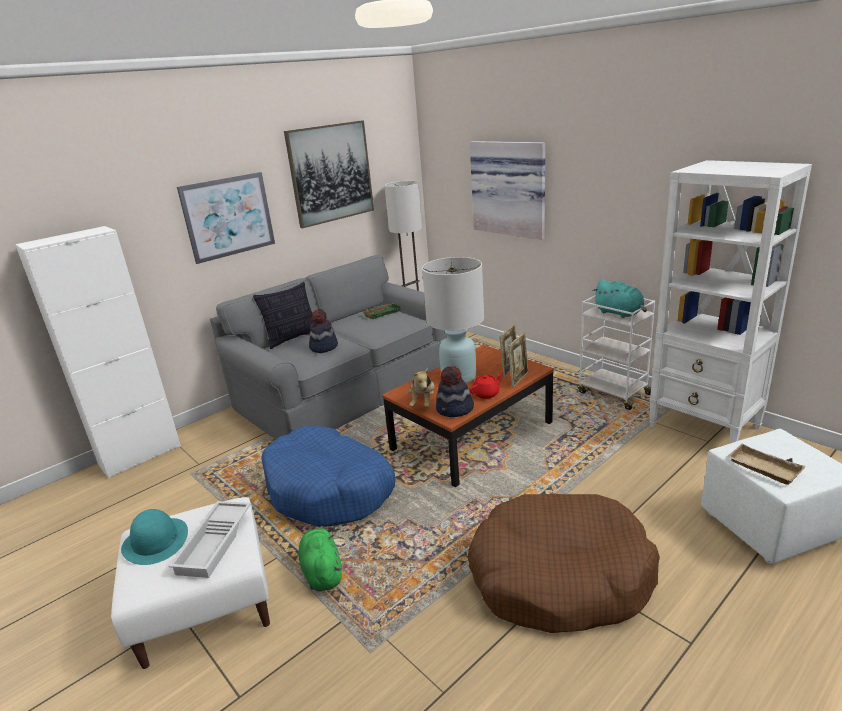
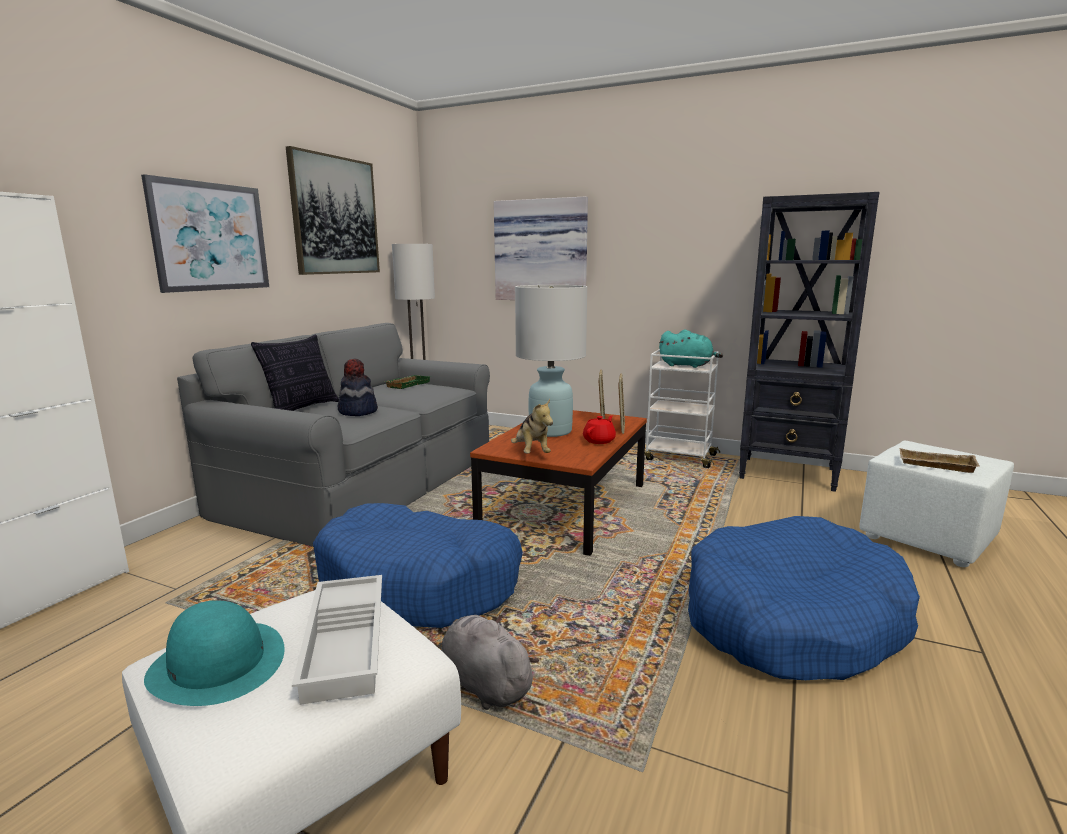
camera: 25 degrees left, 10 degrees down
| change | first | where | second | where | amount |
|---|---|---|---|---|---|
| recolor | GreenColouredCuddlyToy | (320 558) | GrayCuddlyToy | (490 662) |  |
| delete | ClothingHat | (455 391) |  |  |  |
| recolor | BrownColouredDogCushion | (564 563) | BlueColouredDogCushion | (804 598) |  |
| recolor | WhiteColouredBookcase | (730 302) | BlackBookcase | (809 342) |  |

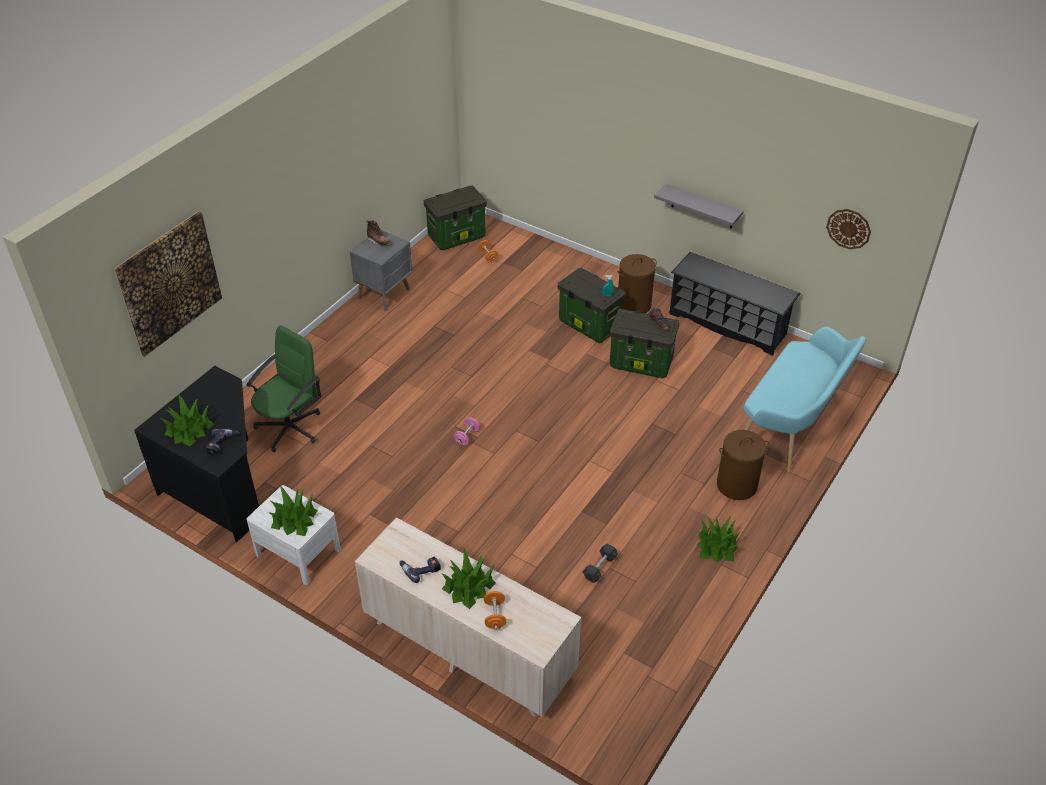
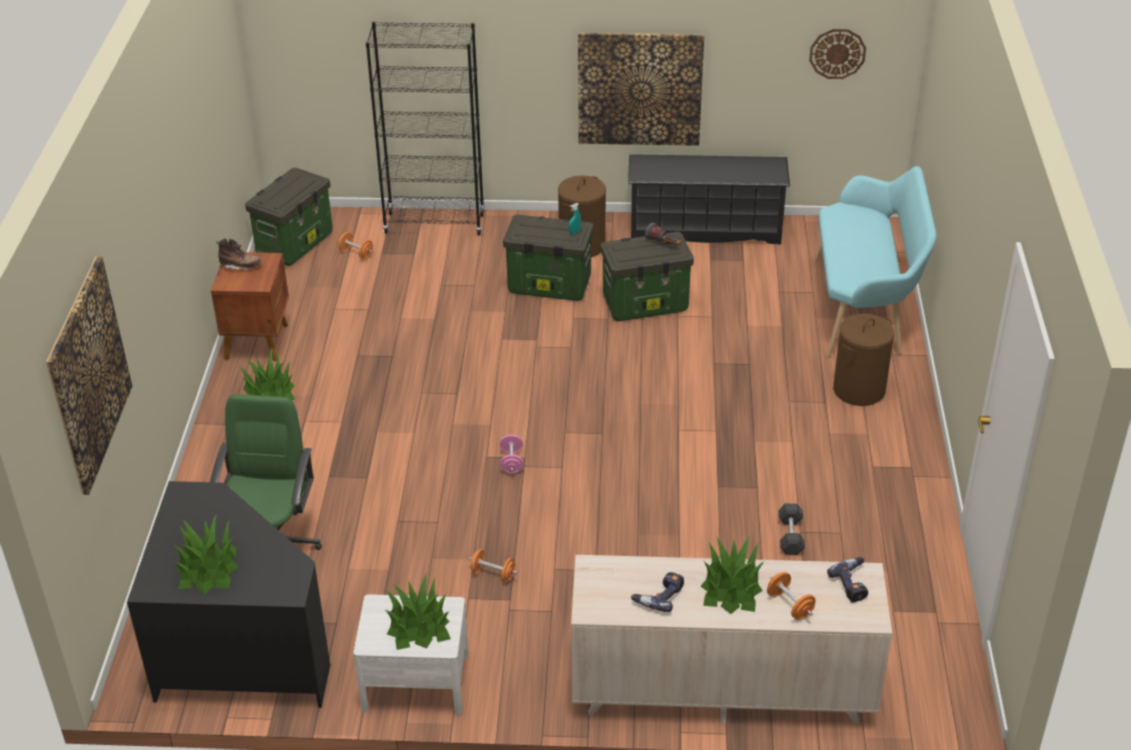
camera: 30 degrees left, 5 degrees down
| change | first | where | second | where | amount |
|---|---|---|---|---|---|
| move | PowerDrill | (223 442) |  | (847 580) |  |
| recolor | GrayBedsideTable | (381 270) | BrownColouredBedsideTable | (250 306) |  |
| replace | GrayBracketShelf | (699 206) | WallArt | (641 89) |  |
| move | Houseplant | (719 539) |  | (266 373) |  |
| insert |  |  | BlackBookcase | (425 128) |  |
| insert |  |  | OrangeyDumbbell | (493 566) |  |

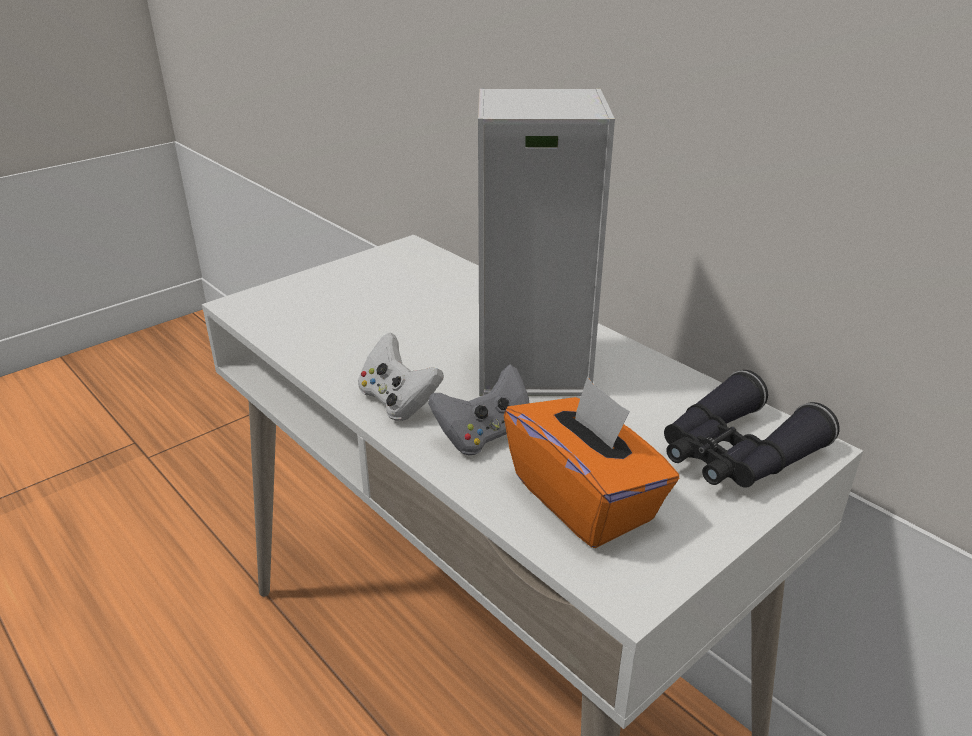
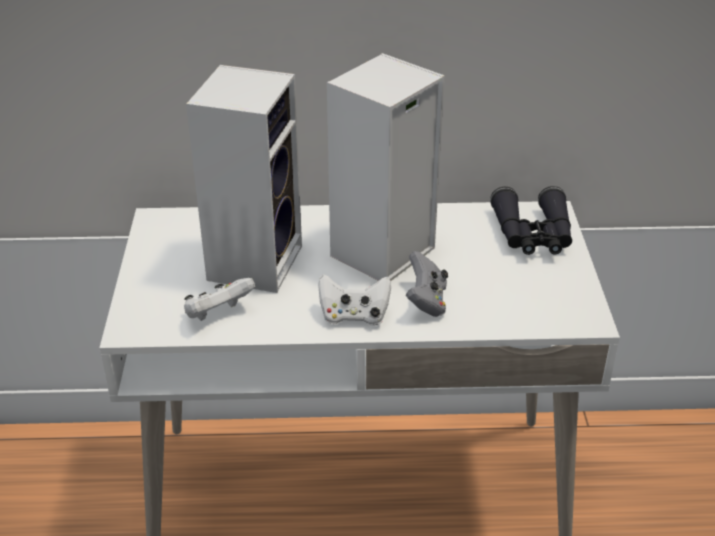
camera: 50 degrees left, 5 degrees up
| change | first | where | second | where | amount |
|---|---|---|---|---|---|
| delete | OrangeyTissueBox | (591 462) |  |  |  |
| insert |  |  | WhiteColouredGameController | (219 299) |  |
| insert |  |  | Speaker | (244 179) |  |

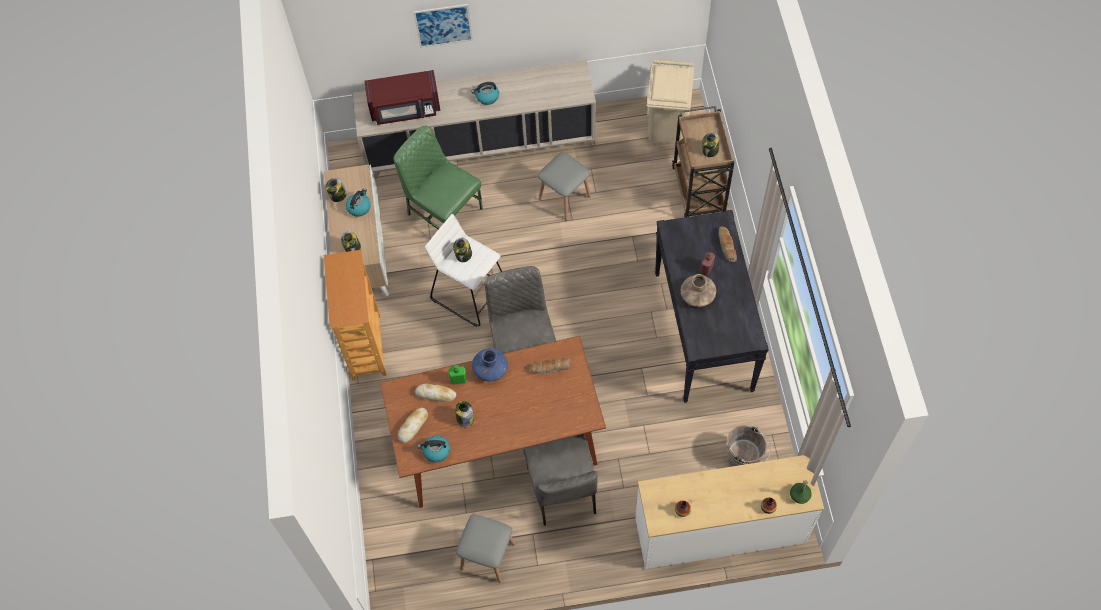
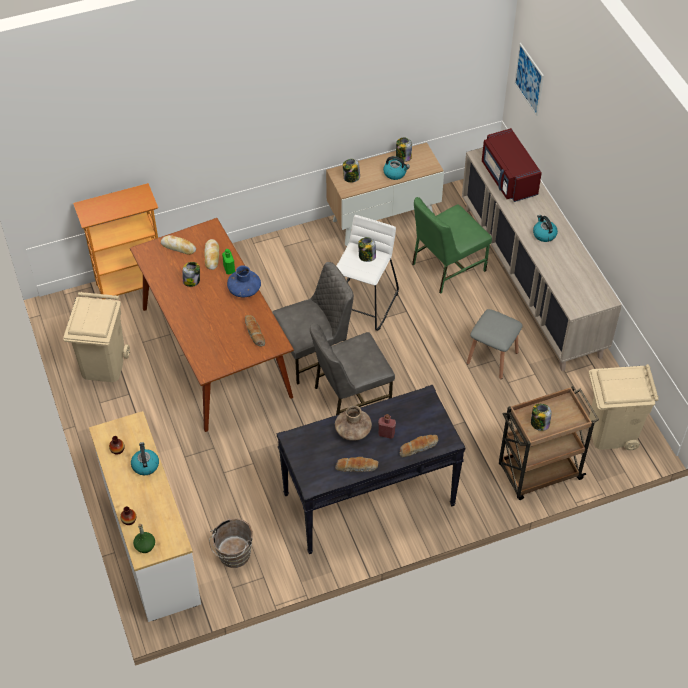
camera: 75 degrees right, 10 degrees down
| change | first | where | second | where | amount |
|---|---|---|---|---|---|
| move | Bookcase | (354 315) |  | (115 241) |  |
| rotate | GreenColouredChair | (438 177) |  | (452 245) | 150 degrees counterclockwise |
| move | WallArt | (443 26) |  | (529 79) |  |
| move | WaterKettle | (433 449) |  | (145 458) |  |
| replace | GrayStoolSeat | (485 549) | BeigeTrashCan | (96 337) |  |
| move | GrayChair | (560 480) |  | (352 369) |  |
| insert |  |  | BakedBread | (356 464) |  |

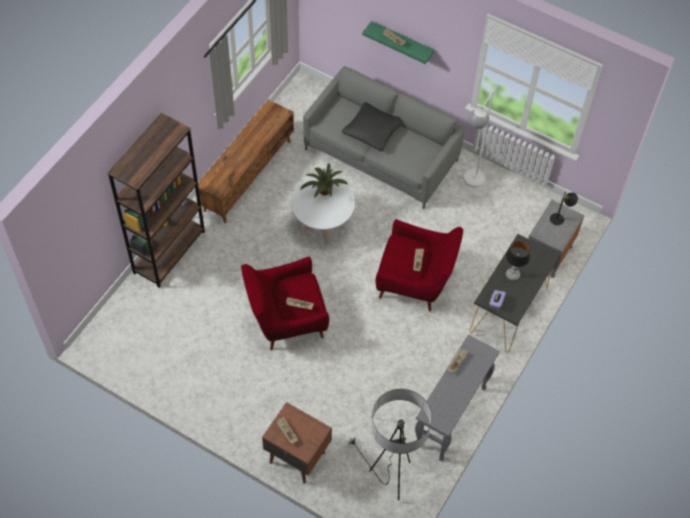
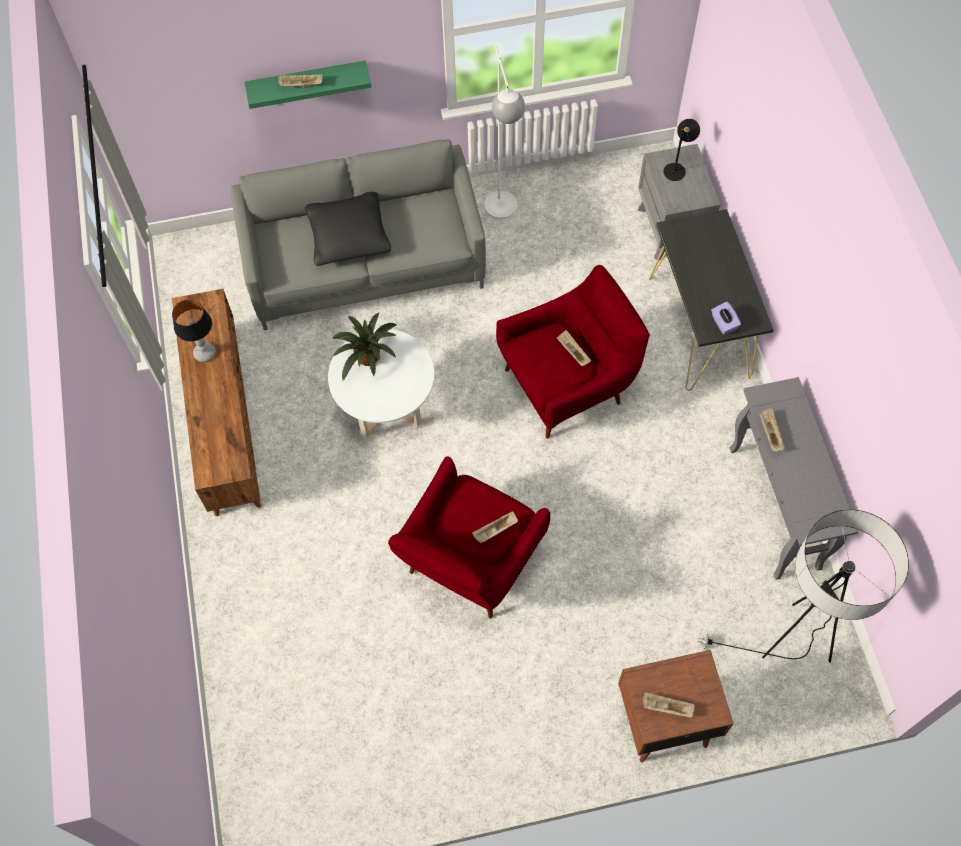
camera: 40 degrees left, 5 degrees up
| change | first | where | second | where | amount |
|---|---|---|---|---|---|
| delete | BrownColouredBookcase | (156 200) |  |  |  |
| move | TabletopLamp | (518 261) |  | (194 331) |  |

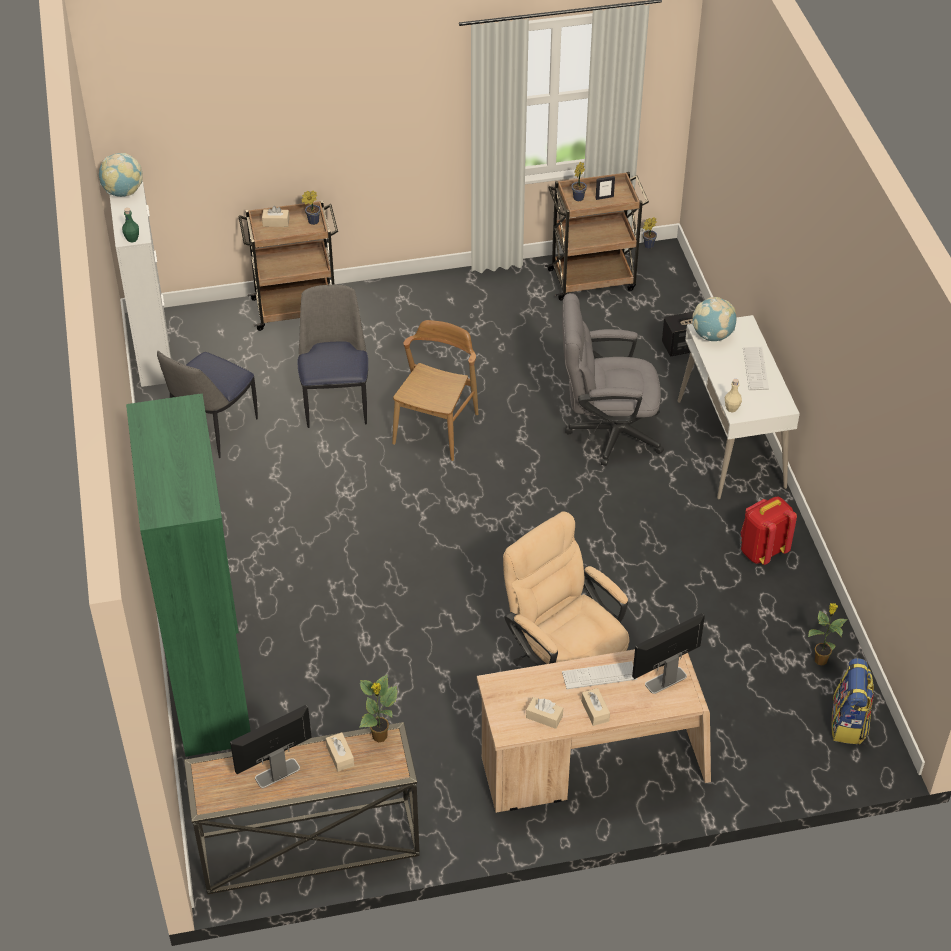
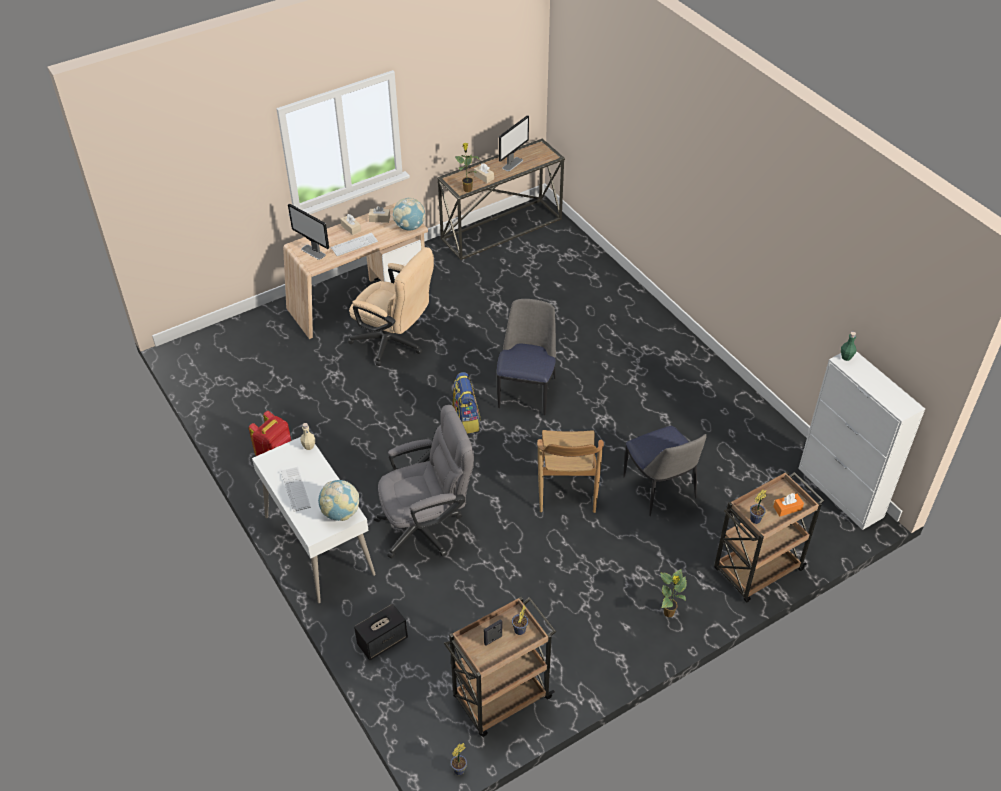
camera: 160 degrees right, 0 degrees up
| change | first | where | second | where | amount |
|---|---|---|---|---|---|
| move | WorldGlobe | (121 175) |  | (409 214) |  |
| delete | GreenColouredBookcase | (188 575) |  |  |  |
| move | Chair | (207 404) |  | (526 357) |  |
| recolor | BeigeTissueBox | (276 216) | OrangeyTissueBox | (788 504) |  |
| rotate | Monitor | (668 653) |  | (308 231) | 90 degrees clockwise |
| move | Houseplant | (828 634) |  | (673 593) |  |
| move | Rucksack | (852 701) |  | (466 402) |  |

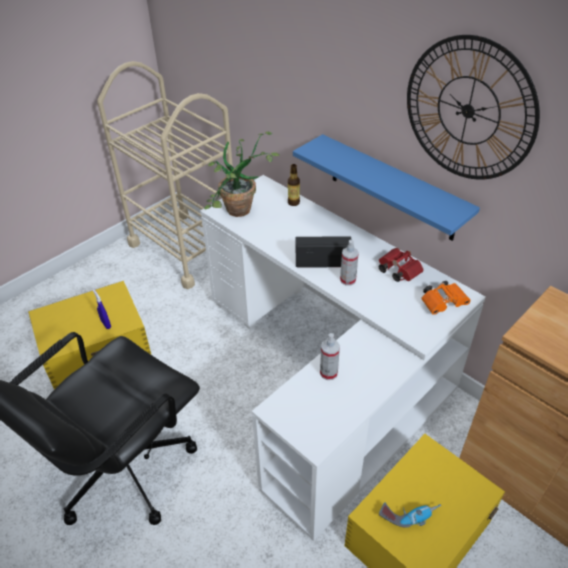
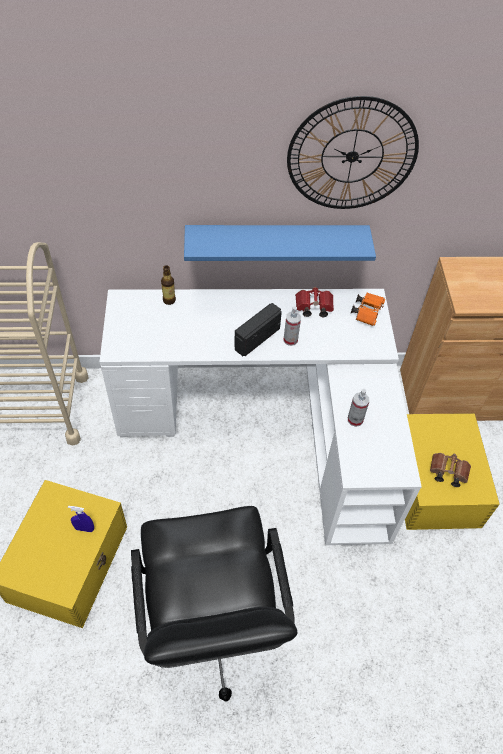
camera: 50 degrees left, 10 degrees up
| change | first | where | second | where | amount |
|---|---|---|---|---|---|
| delete | Houseplant | (241 174) |  |  |  |
| replace | PowerDrill | (410 515) | BrownColouredPairOfBinoculars | (450 470) |  |

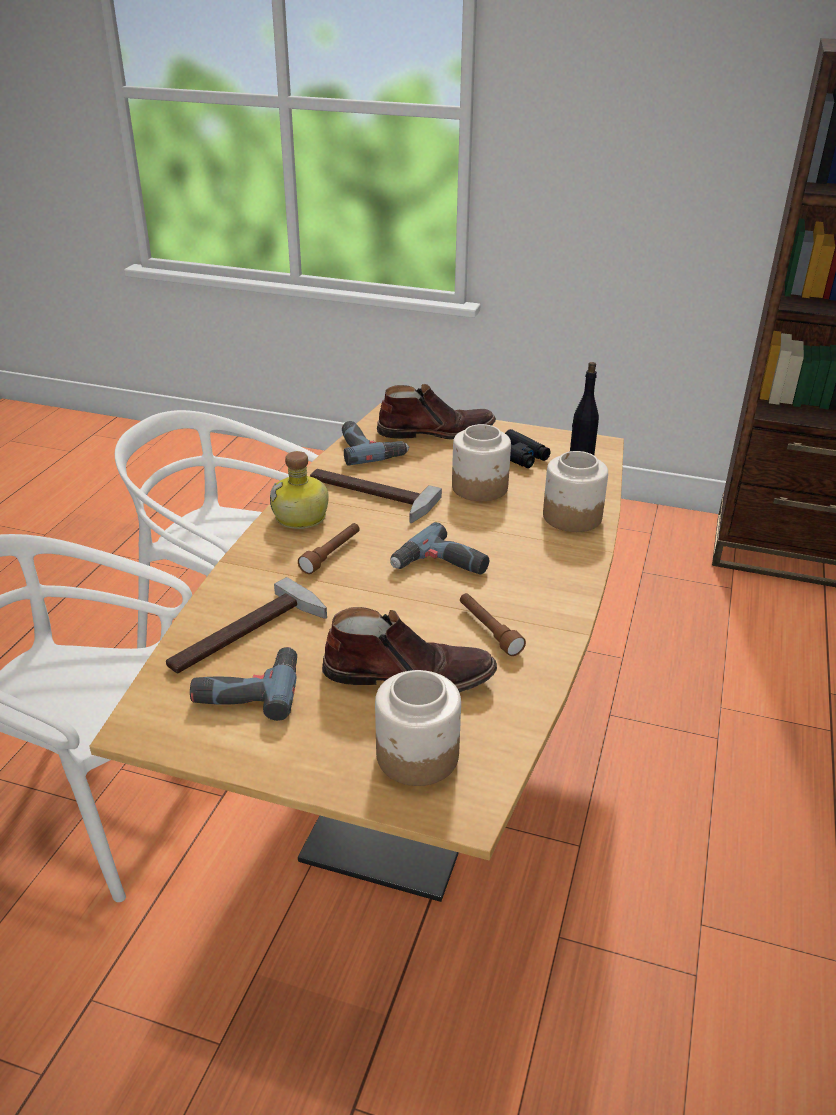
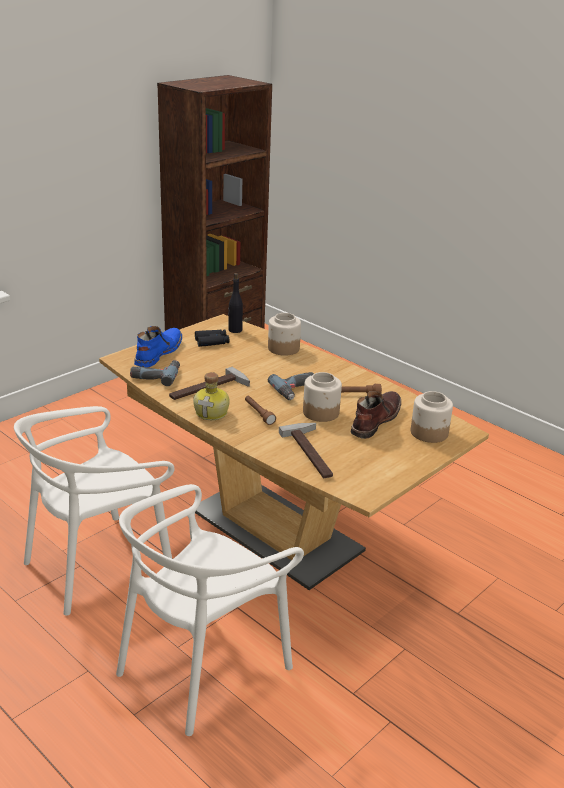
camera: 65 degrees left, 5 degrees down
| change | first | where | second | where | amount |
|---|---|---|---|---|---|
| delete | PowerDrill | (243 684) |  |  |  |
| recolor | BrownColouredBoot | (436 411) | BlueColouredBoot | (158 346) |  |
| move | StorageJar | (481 462) |  | (322 397) |  |

